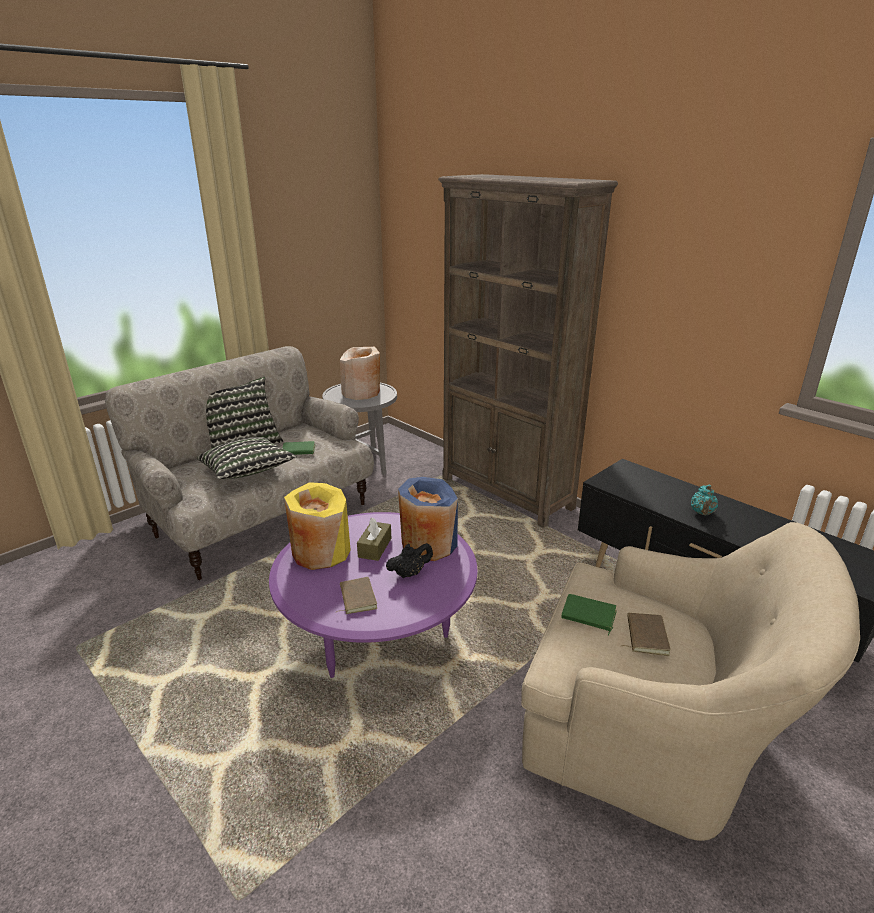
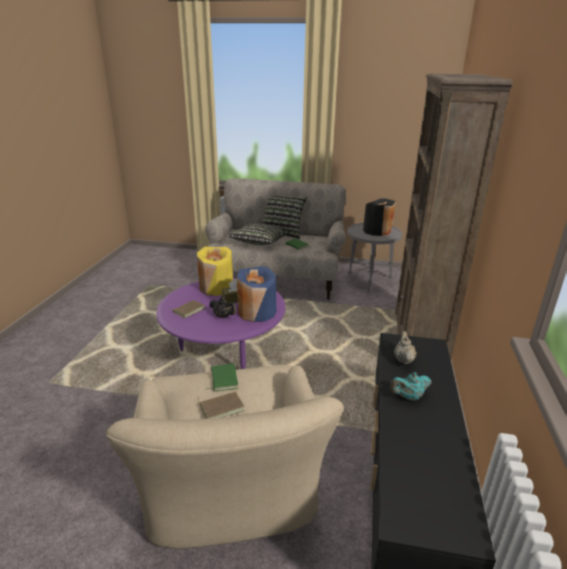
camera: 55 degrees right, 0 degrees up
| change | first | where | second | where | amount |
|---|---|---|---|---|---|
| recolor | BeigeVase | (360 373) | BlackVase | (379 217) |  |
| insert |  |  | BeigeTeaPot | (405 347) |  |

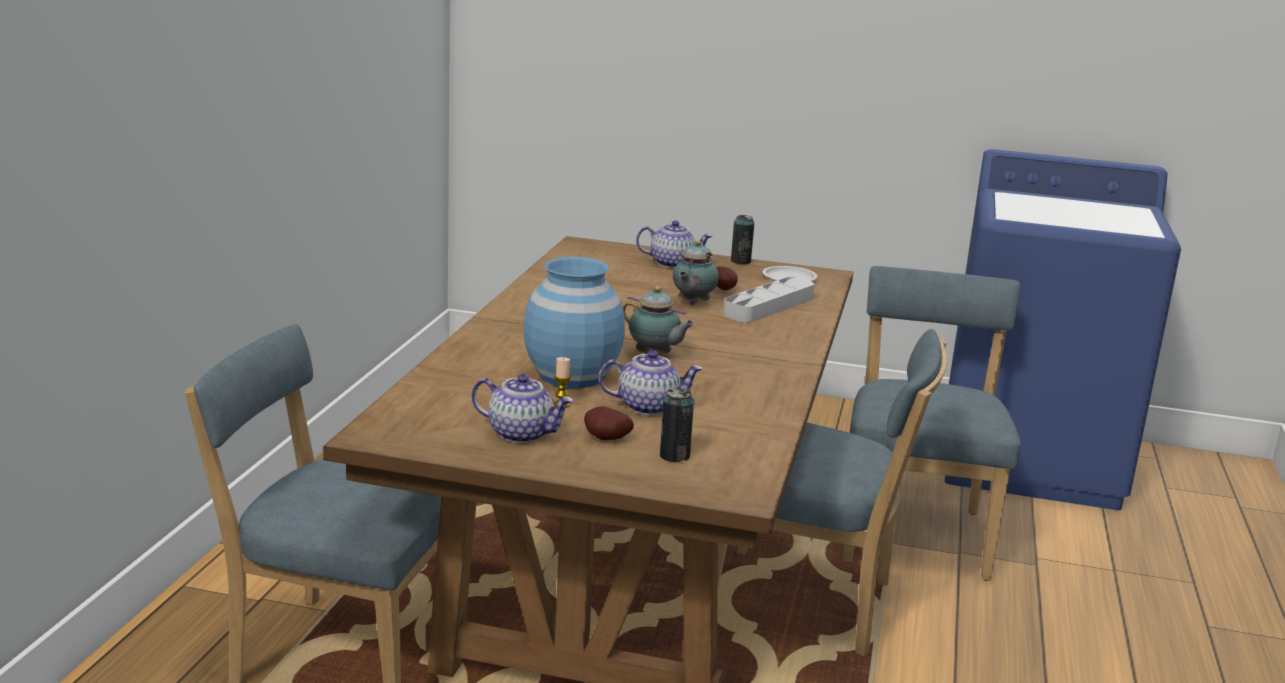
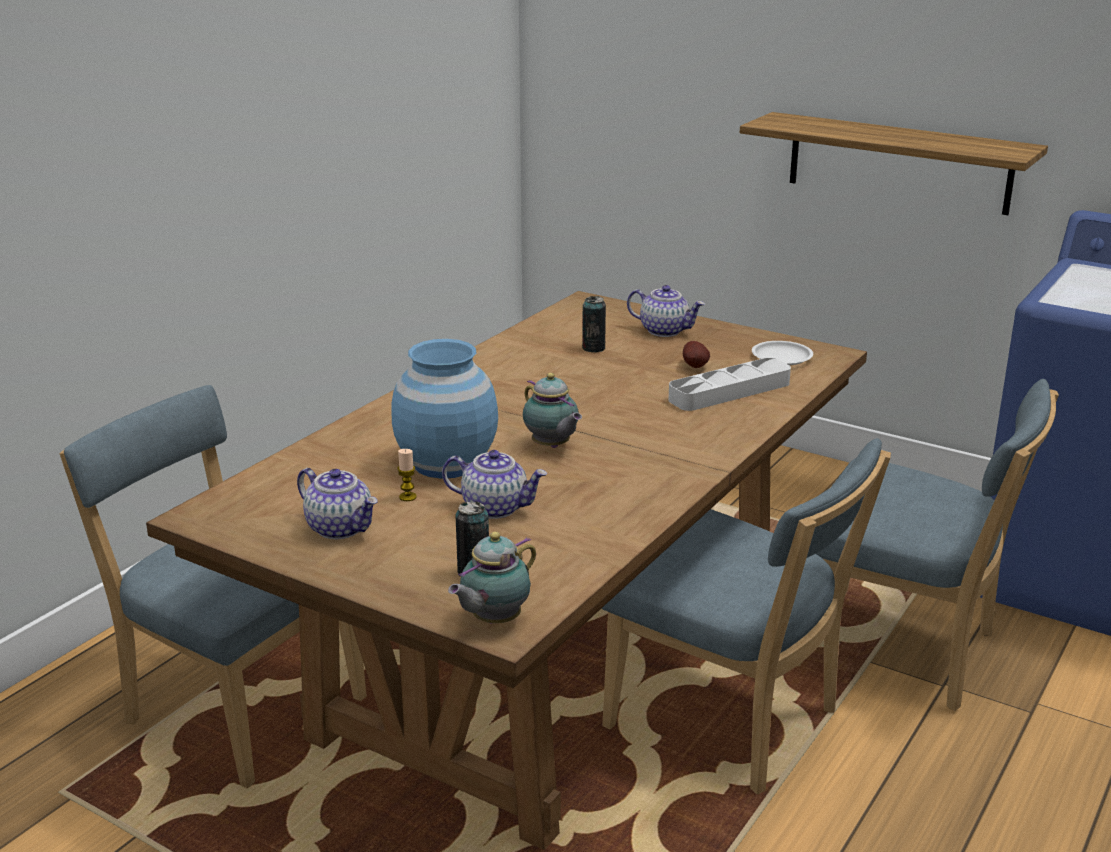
camera: 20 degrees right, 5 degrees up
| change | first | where | second | where | amount |
|---|---|---|---|---|---|
| delete | WholePotato | (609 423) |  |  |  |
| move | TeaPot | (696 272) |  | (492 578) |  |
| move | MetalCan | (742 239) |  | (594 324) |  |
| rotate | BlueColouredChair | (932 423) |  | (928 545) | 90 degrees clockwise |
| insert |  |  | BracketShelf | (894 163) |  |

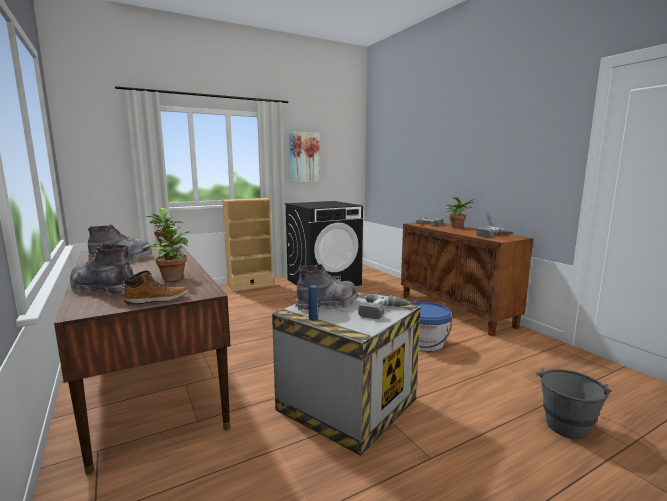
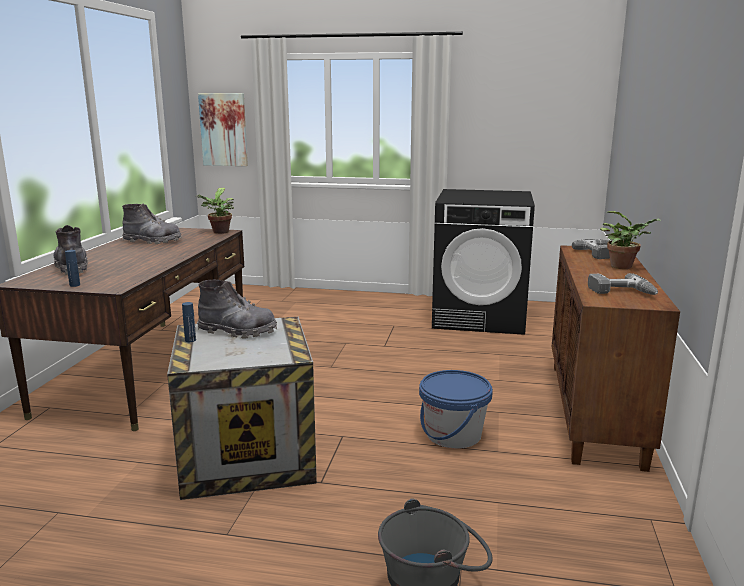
camera: 40 degrees right, 5 degrees up
| change | first | where | second | where | amount |
|---|---|---|---|---|---|
| replace | Boot | (155 288) | BlueColouredBottle | (72 268) |  |
| delete | Houseplant | (166 254) |  |  |  |
| delete | BeigeBookcase | (248 245) |  |  |  |
| move | WallArt | (304 157) |  | (223 129) |  |
| delete | PowerDrill | (384 306) |  |  |  |

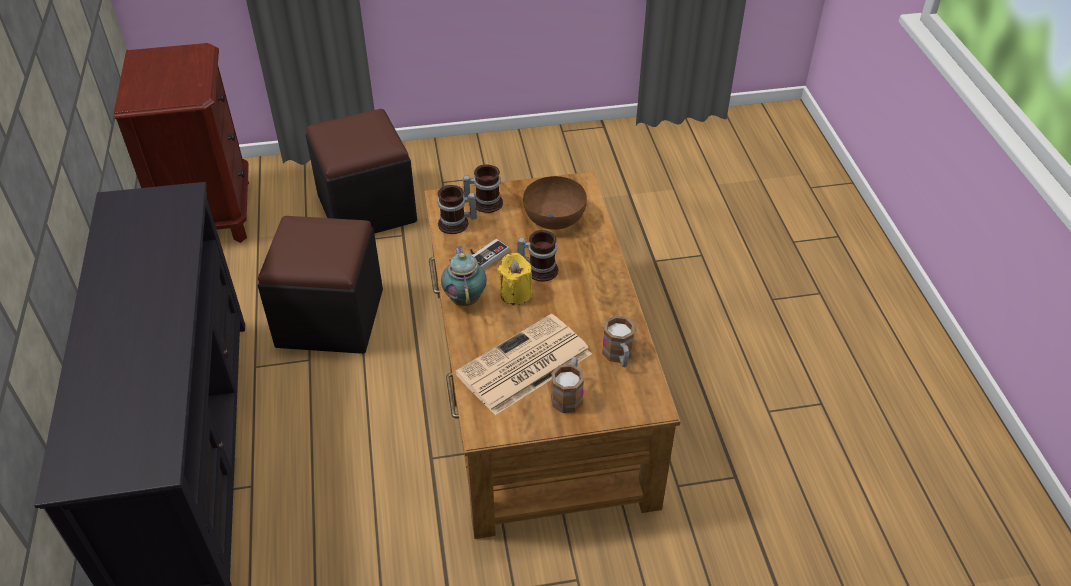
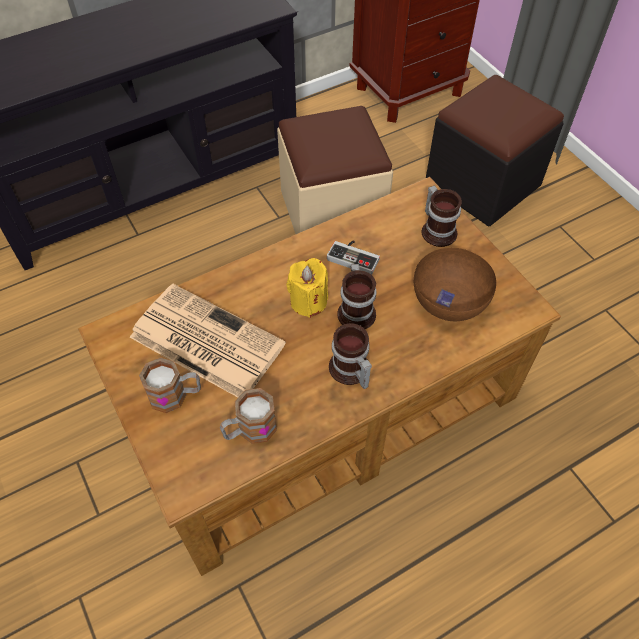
camera: 70 degrees right, 10 degrees up
| change | first | where | second | where | amount |
|---|---|---|---|---|---|
| recolor | BlackOttoman | (320 285) | BeigeOttoman | (335 170) |  |
| move | CoffeeMug | (457 209) |  | (350 356) |  |
| delete | TeaPot | (464 276) |  |  |  |

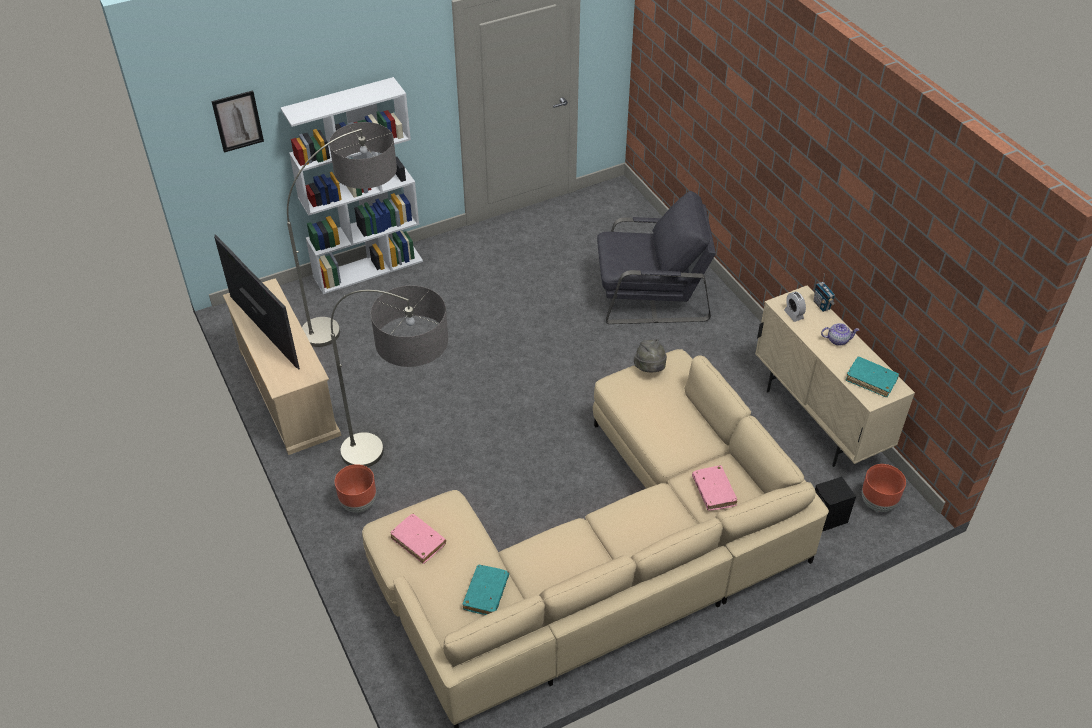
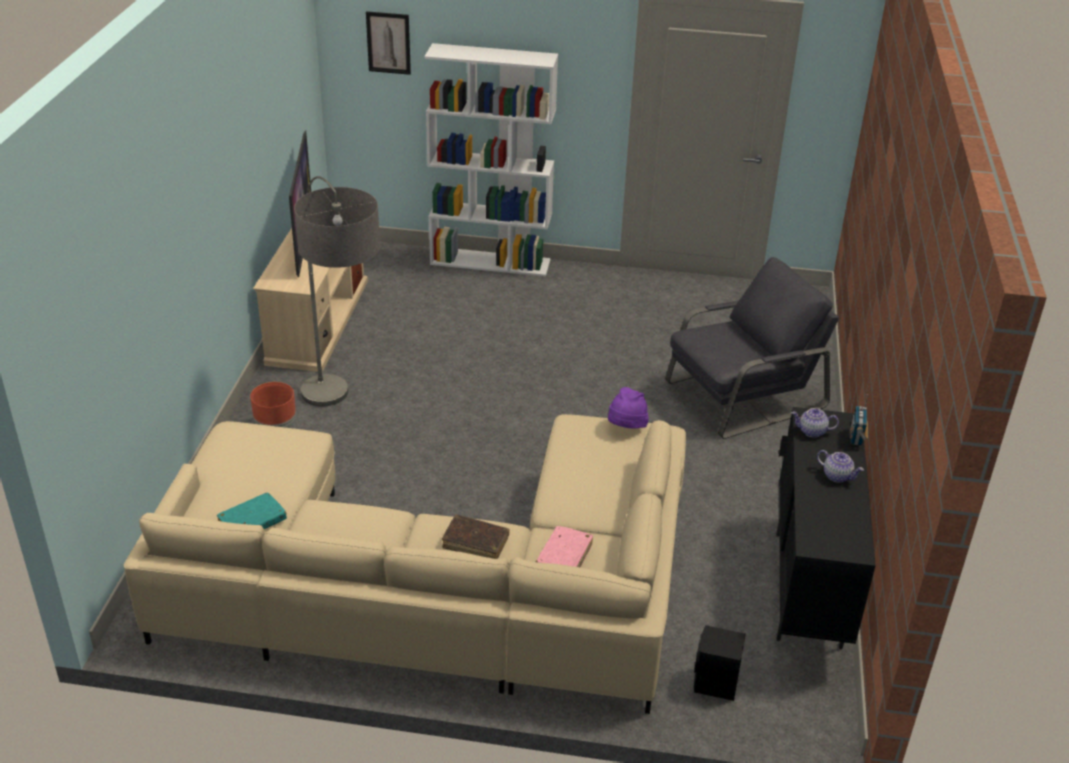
camera: 35 degrees right, 10 degrees down
| change | first | where | second | where | amount |
|---|---|---|---|---|---|
| delete | StandardLamp | (342 234) |  |  |  |
| delete | PinkColouredVolume | (418 539) |  |  |  |
| rotate | GrayLoungeChair | (656 257) |  | (752 348) | 60 degrees counterclockwise |
| recolor | GrayClothingHat | (650 355) | PurplishClothingHat | (628 407) |  |
| recolor | BeigeCupboard | (835 376) | BlackCupboard | (826 528) |  |
| replace | BedsideClock | (795 306) | TeaPot | (815 423) |  |
| delete | TurquoiseVolume | (872 376) |  |  |  |
| delete | BrownColouredPlantPot | (884 488) |  |  |  |
| insert |  |  | BrownColouredVolume | (476 537) |  |

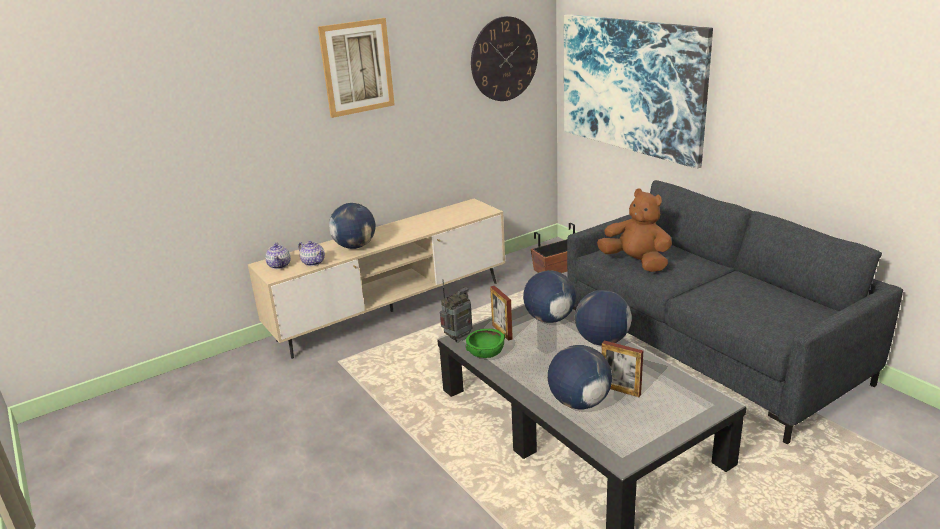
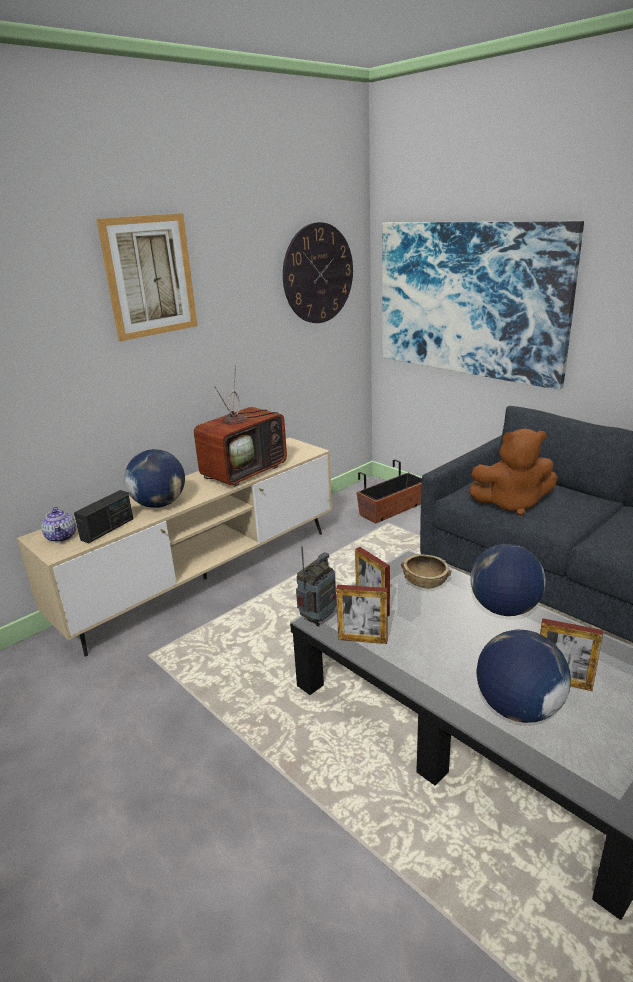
camera: 10 degrees left, 0 degrees up
| change | first | where | second | where | amount |
|---|---|---|---|---|---|
| replace | TeaPot | (311 253) | RadioReceiver | (103 516) |  |
| replace | GreenColouredServingBowl | (485 343) | PhotoFrame | (362 614) |  |
| replace | WorldGlobe | (549 296) | BrownColouredServingBowl | (426 571) |  |
| rotate | BrownColouredCuddlyToy | (634 230) |  | (513 472) | 150 degrees clockwise |
| insert |  |  | Tv | (240 426) |  |

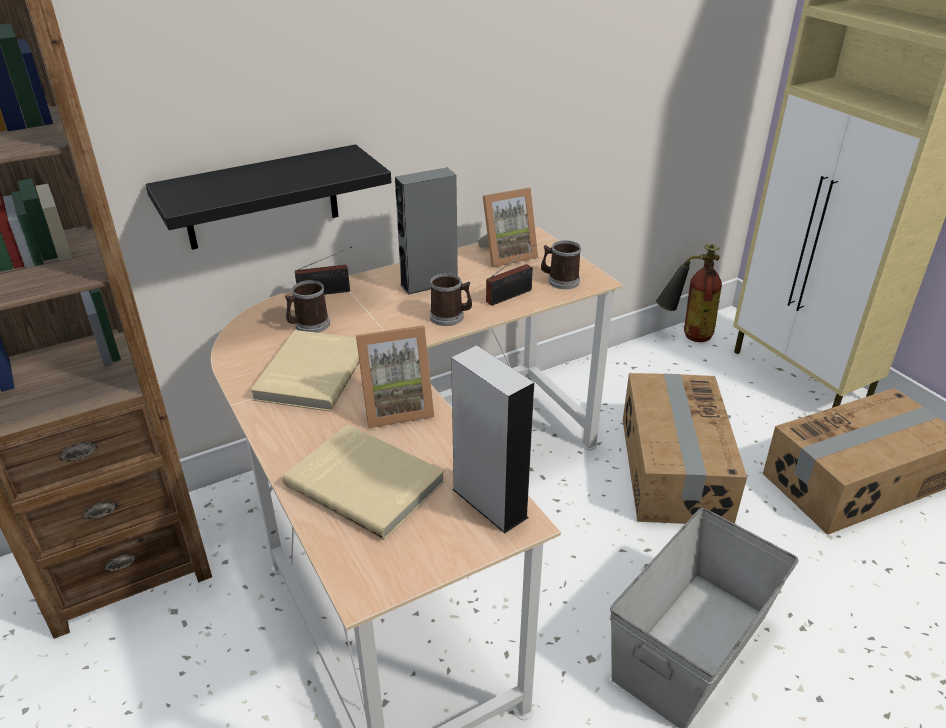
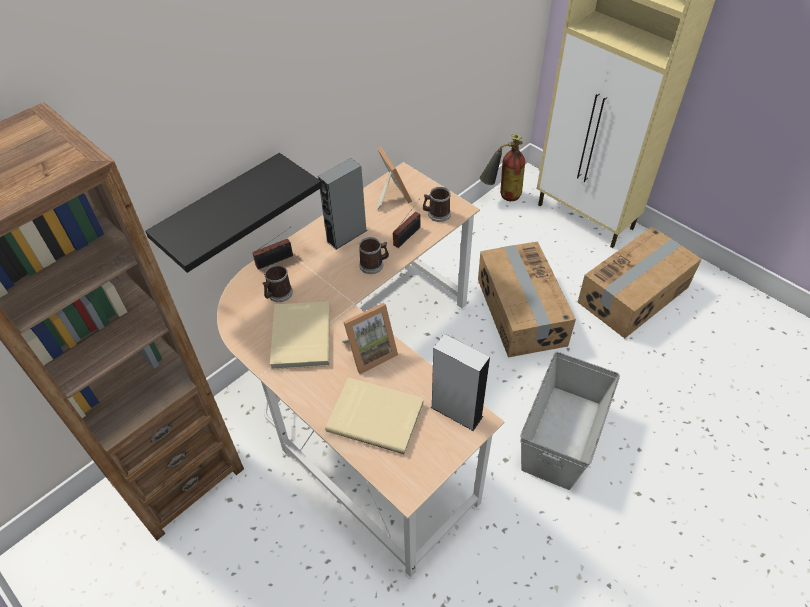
camera: 15 degrees left, 15 degrees up
| change | first | where | second | where | amount |
|---|---|---|---|---|---|
| rotate | PhotoFrame | (507 227) |  | (394 178) | 75 degrees counterclockwise |

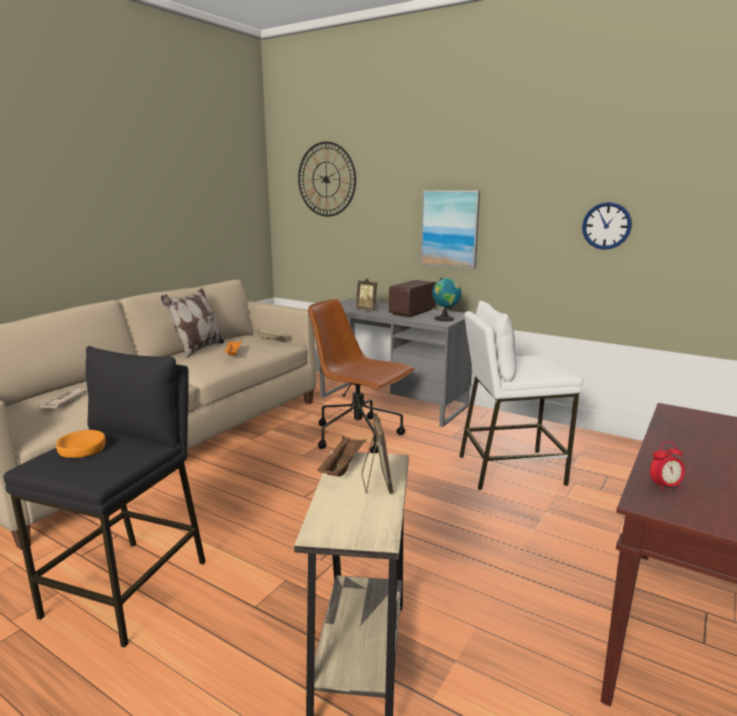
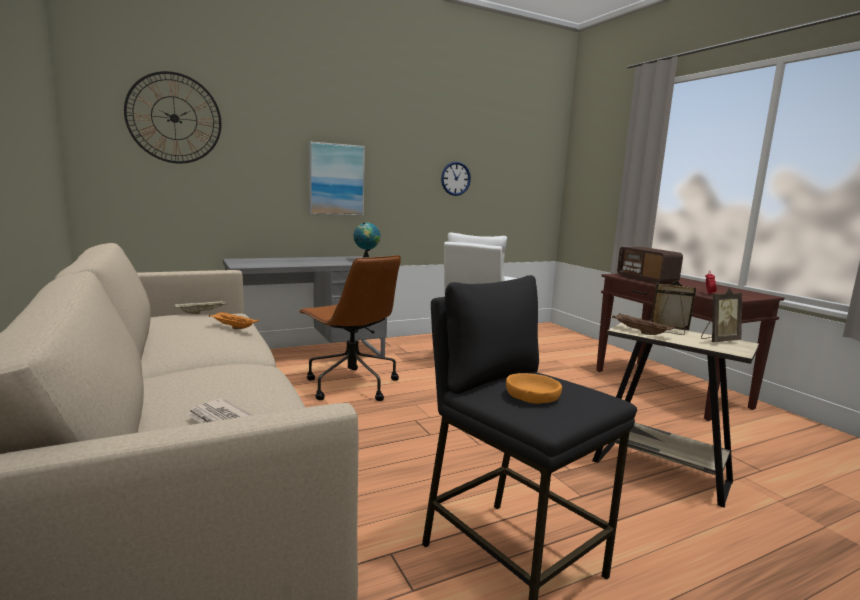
camera: 60 degrees left, 5 degrees down
| change | first | where | second | where | amount |
|---|---|---|---|---|---|
| delete | Cushion | (192 323) |  |  |  |
| rotate | BrownColouredComputerChair | (361 376) |  | (349 328) | 105 degrees counterclockwise |
| move | PhotoFrame | (367 294) |  | (721 315) |  |
| move | RadioReceiver | (412 298) |  | (650 265) |  |

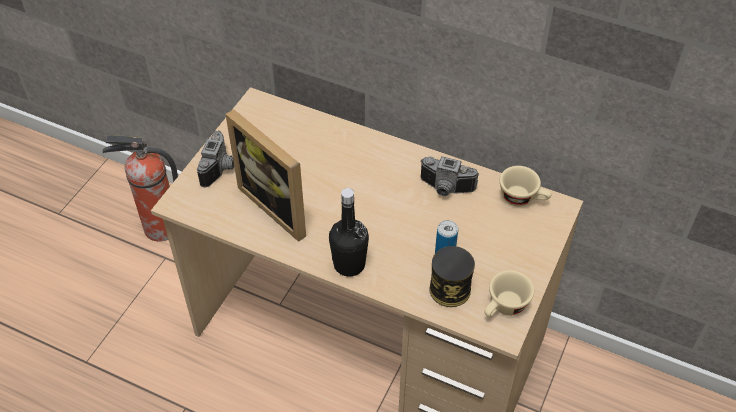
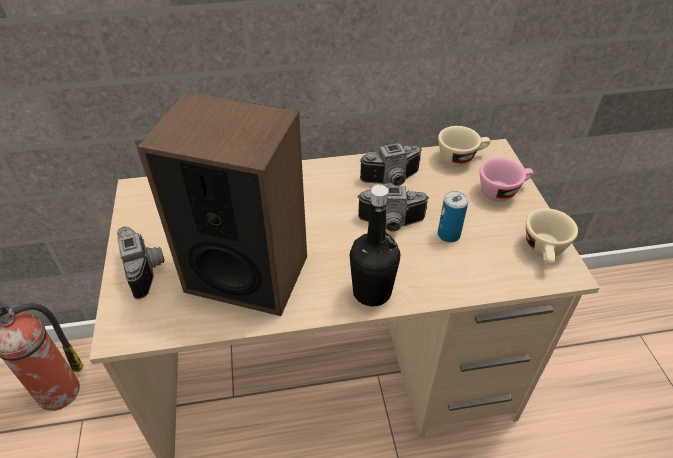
camera: 35 degrees left, 5 degrees down
| change | first | where | second | where | amount |
|---|---|---|---|---|---|
| replace | PhotoFrame | (265 175) | Speaker | (222 204) |  |
| delete | MetalCan | (452 276) |  |  |  |
| insert |  |  | PhotoCamera | (393 209) |  |
| insert |  |  | PinkColouredSmallCup | (507 180) |  |

